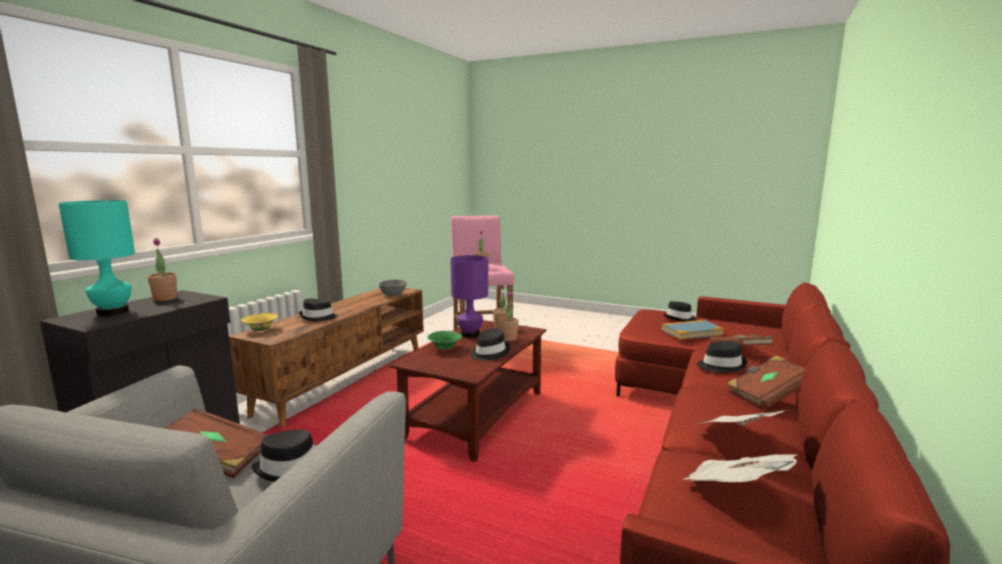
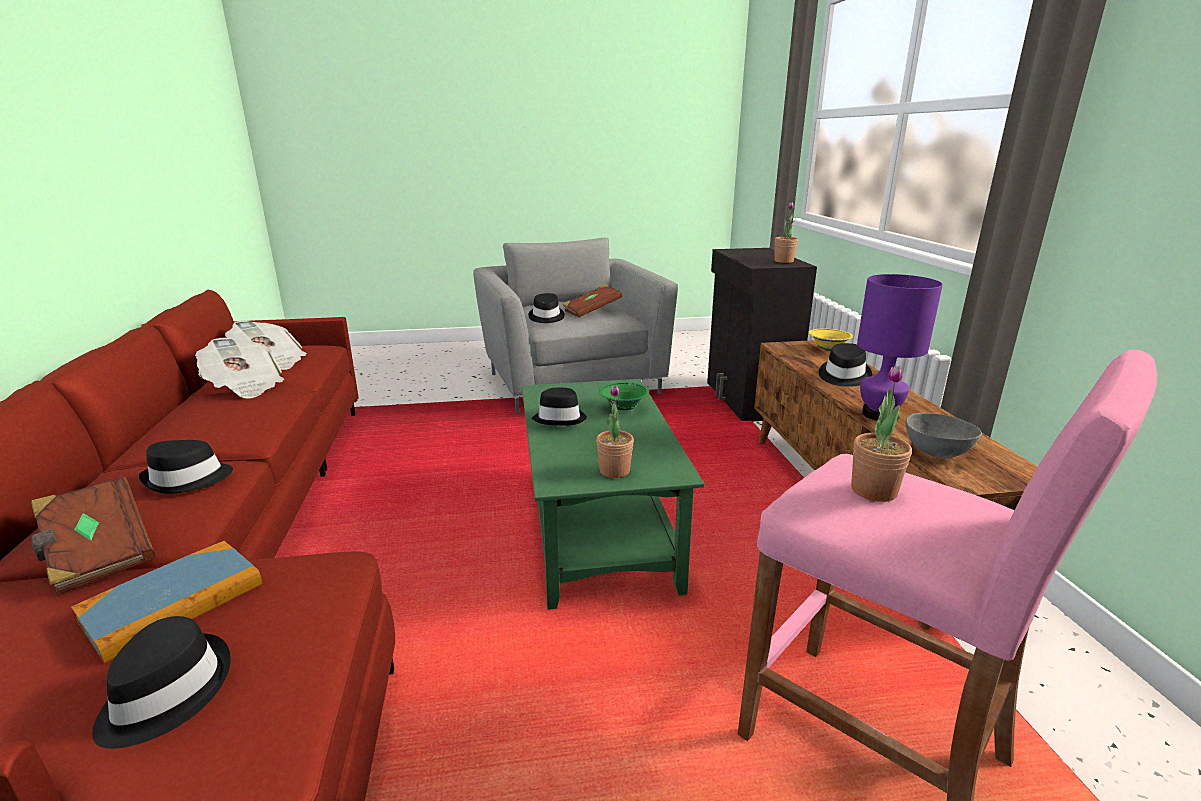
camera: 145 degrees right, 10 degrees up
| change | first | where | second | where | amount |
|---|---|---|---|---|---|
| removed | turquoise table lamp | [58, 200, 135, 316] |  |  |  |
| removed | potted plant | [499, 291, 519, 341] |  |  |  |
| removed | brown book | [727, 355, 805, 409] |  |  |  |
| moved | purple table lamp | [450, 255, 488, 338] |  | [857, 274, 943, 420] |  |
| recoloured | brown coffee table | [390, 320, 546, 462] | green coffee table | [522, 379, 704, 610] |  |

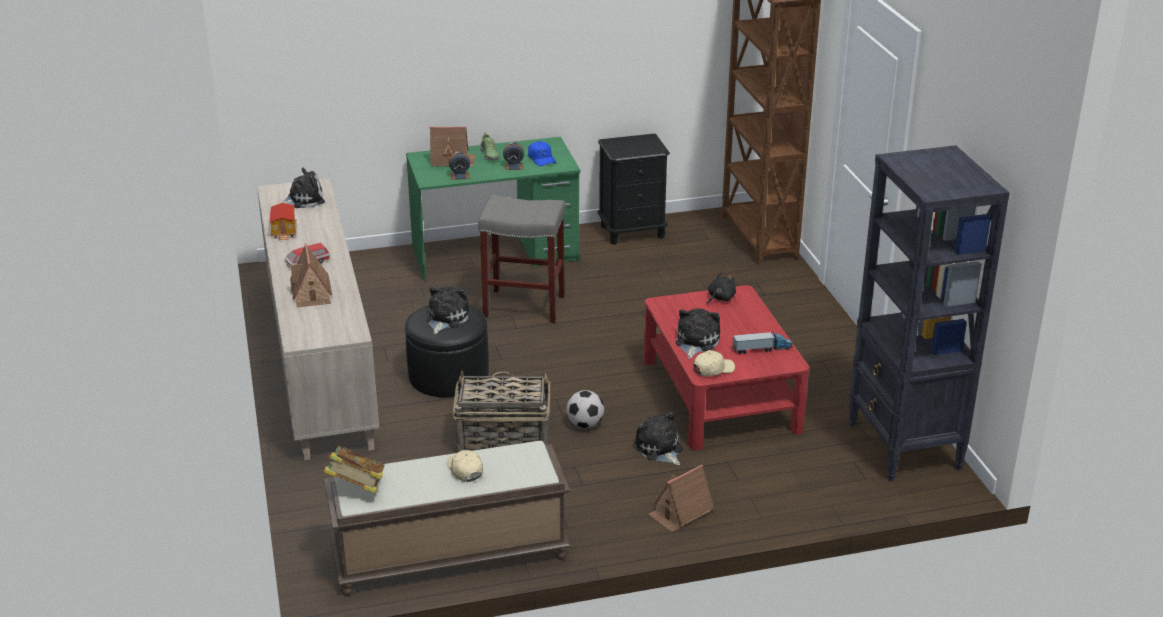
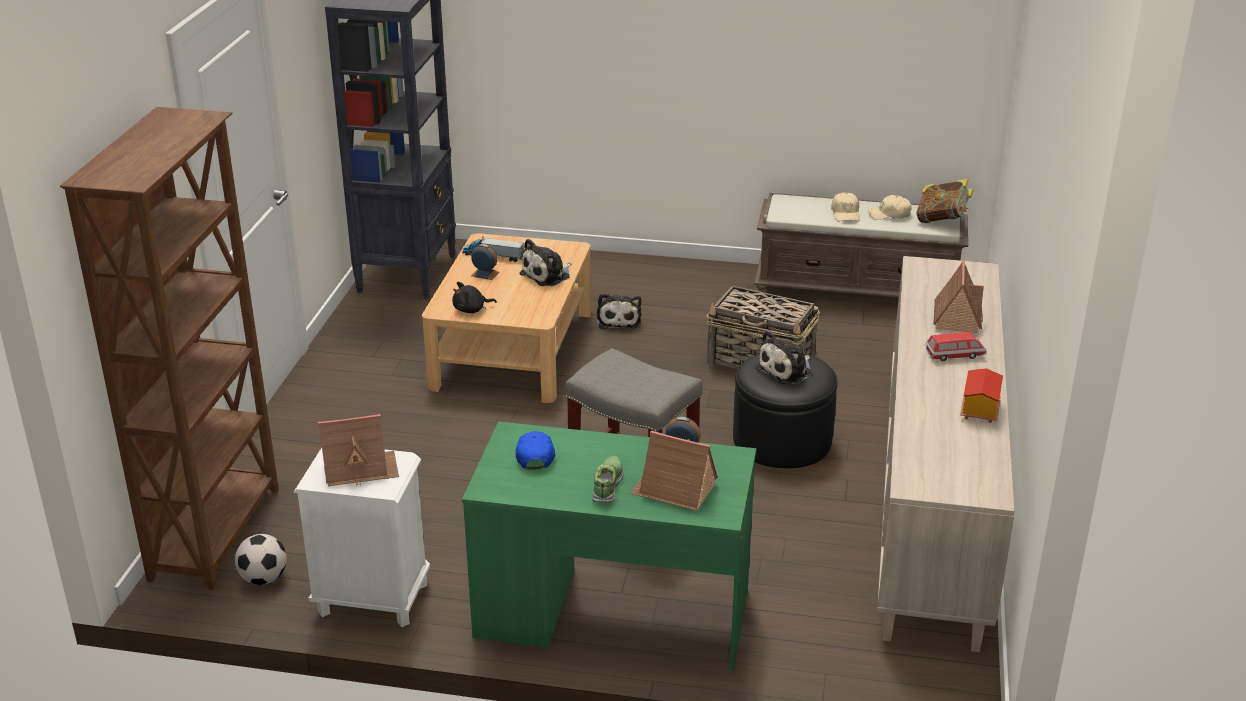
camera: 155 degrees left, 0 degrees up
| change | first | where | second | where | amount |
|---|---|---|---|---|---|
| removed | plush toy | [279, 168, 325, 208] |  |  |  |
| moved | alarm clock | [503, 142, 524, 170] |  | [471, 244, 499, 280] |  |
| moved | football | [566, 390, 604, 428] |  | [235, 534, 287, 585] |  |
| moved | toy house | [649, 465, 714, 532] |  | [318, 414, 399, 487] |  |
| moved | beige cap | [693, 350, 735, 376] |  | [868, 195, 912, 220] |  |
| recoloured | black nightstand | [598, 134, 670, 245] | white nightstand | [294, 448, 430, 627] |  |
| recoloured | red coffee table | [644, 285, 809, 450] | beige coffee table | [422, 233, 591, 403] |  |

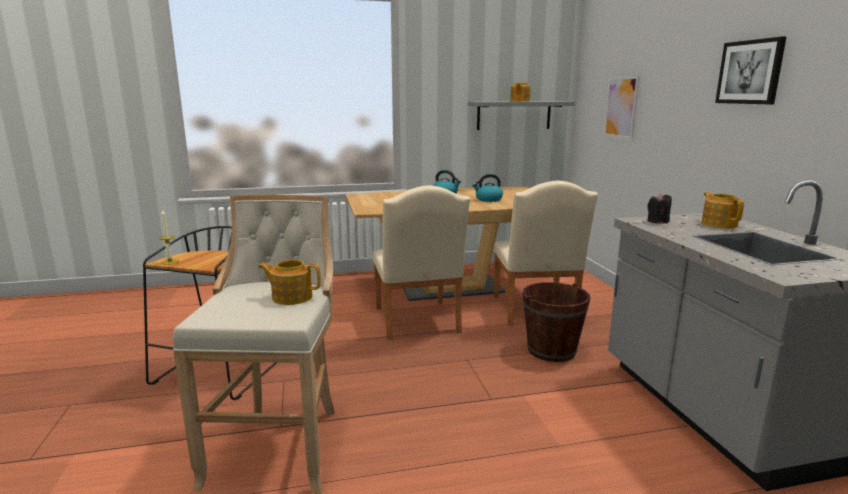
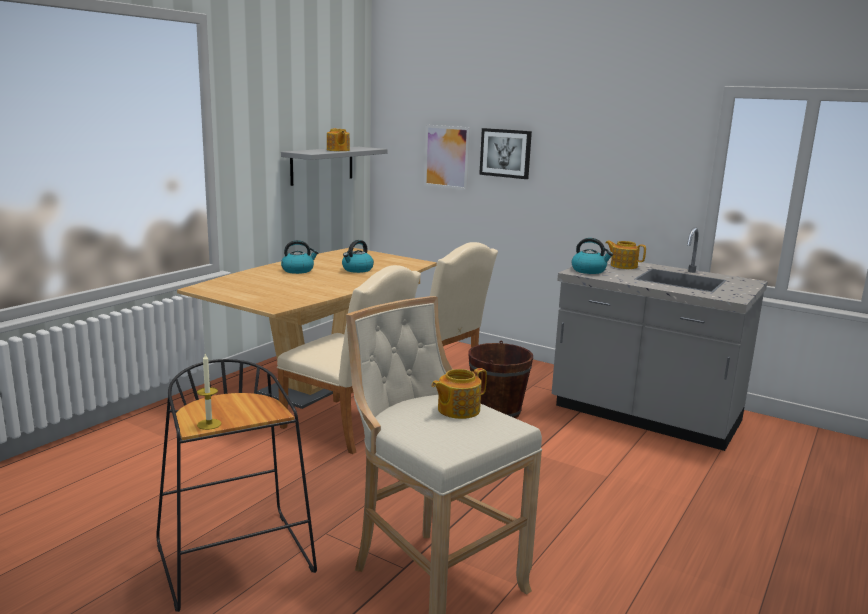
camera: 45 degrees left, 0 degrees up
| change | first | where | second | where | amount |
|---|---|---|---|---|---|
| moved | picture | [715, 37, 786, 104] |  | [479, 128, 532, 179] |  |
| replaced | black candle | [647, 193, 672, 224] | kettle | [571, 238, 613, 274] |  |

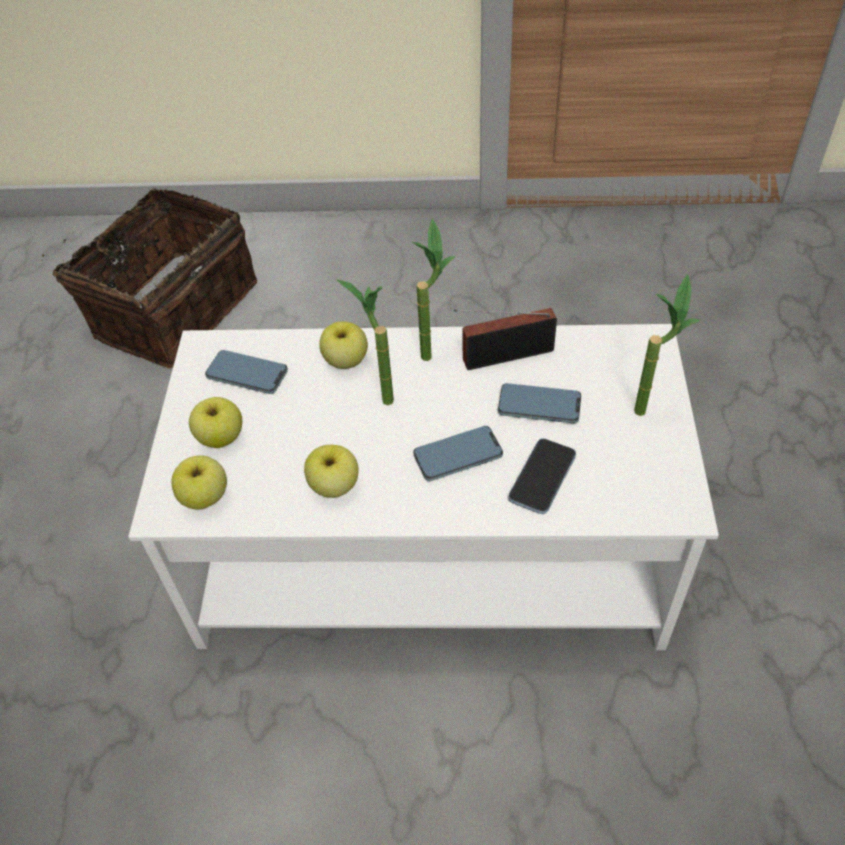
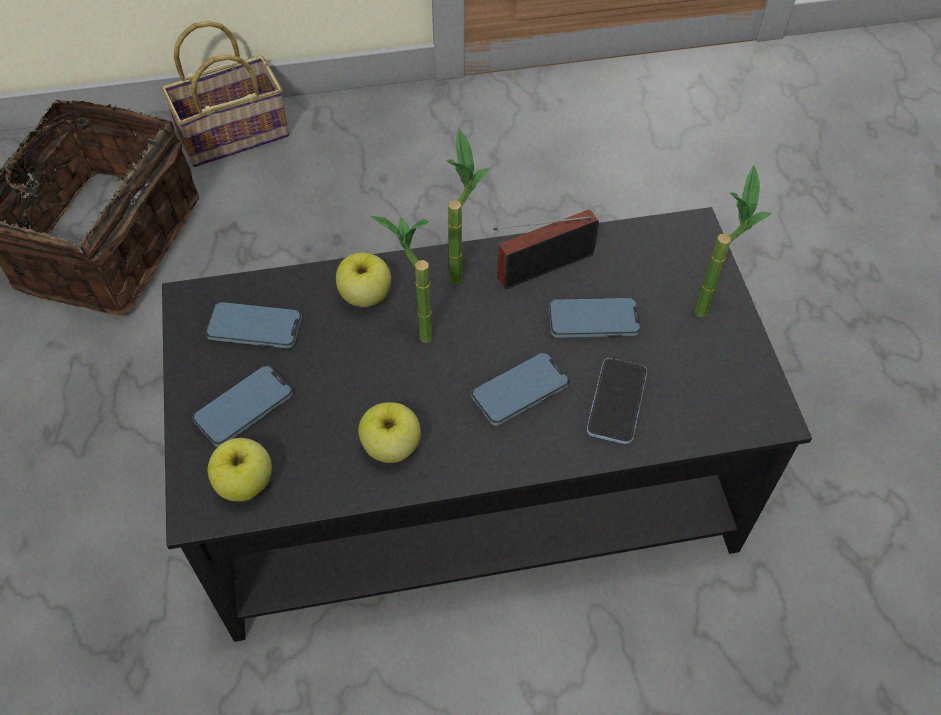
camera: 15 degrees left, 5 degrees up
| change | first | where | second | where | amount |
|---|---|---|---|---|---|
| added |  |  | basket | [161, 21, 289, 167] |  |
| replaced | apple | [189, 397, 242, 448] | phone | [193, 365, 293, 447] |  |
| recoloured | white coffee table | [128, 324, 719, 650] | black coffee table | [162, 207, 812, 642] |  |

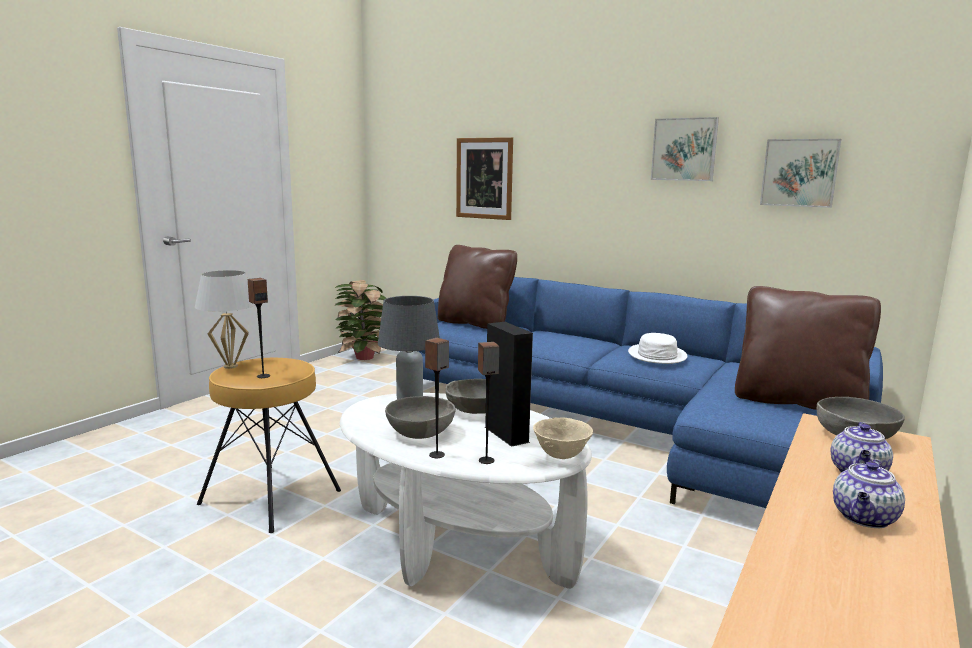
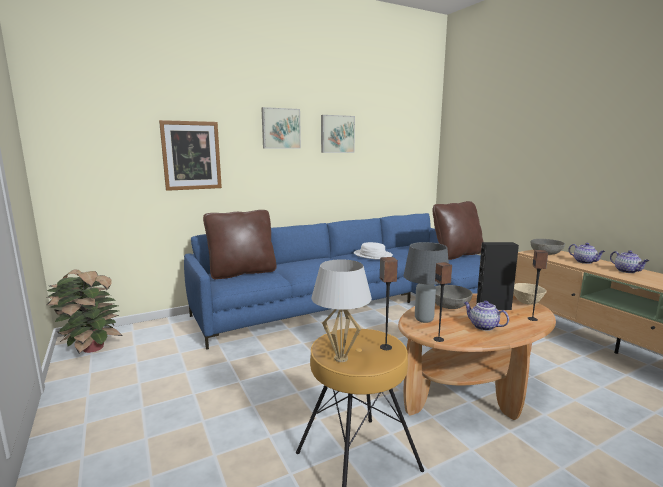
camera: 60 degrees left, 0 degrees up
| change | first | where | second | where | amount |
|---|---|---|---|---|---|
| moved | speaker | [425, 338, 449, 458] |  | [434, 262, 452, 342] |  |
| moved | picture | [760, 139, 841, 208] |  | [261, 107, 301, 149] |  |
| replaced | grey bowl | [385, 396, 456, 439] | teapot | [463, 301, 509, 331] |  |
| recoloured | white coffee table | [340, 393, 592, 589] | brown coffee table | [398, 293, 556, 420] |  |

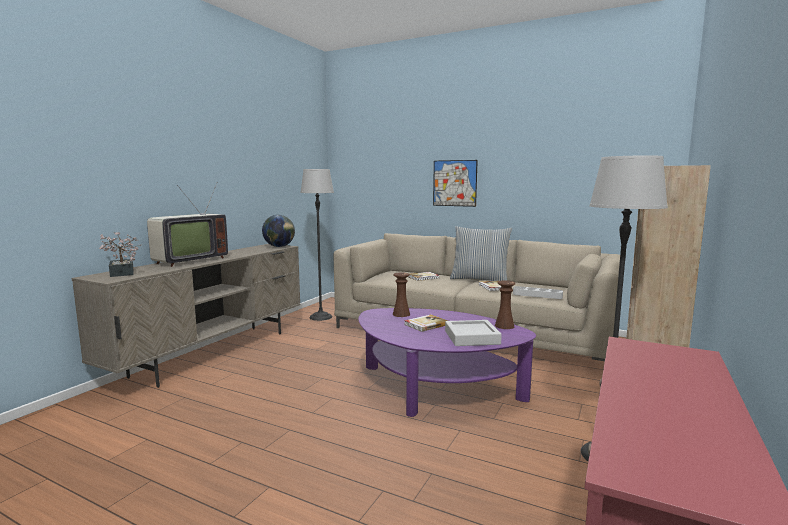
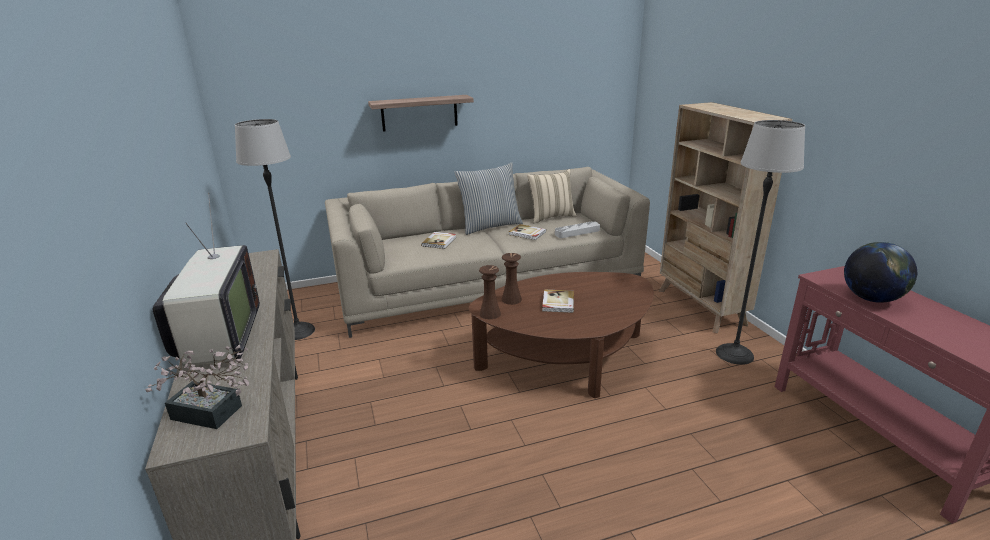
camera: 45 degrees left, 15 degrees up
| change | first | where | second | where | amount |
|---|---|---|---|---|---|
| removed | grey tray | [445, 320, 502, 346] |  |  |  |
| added |  |  | beige pillow | [527, 169, 577, 224] |  |
| moved | globe | [262, 215, 295, 247] |  | [844, 242, 917, 303] |  |
| moved | brown vase | [495, 280, 515, 329] |  | [479, 265, 501, 319] |  |
| replaced | picture | [433, 160, 478, 207] | shelf | [368, 95, 474, 132] |  |
| recoloured | purple coffee table | [358, 308, 536, 417] | brown coffee table | [469, 272, 654, 398] |  |

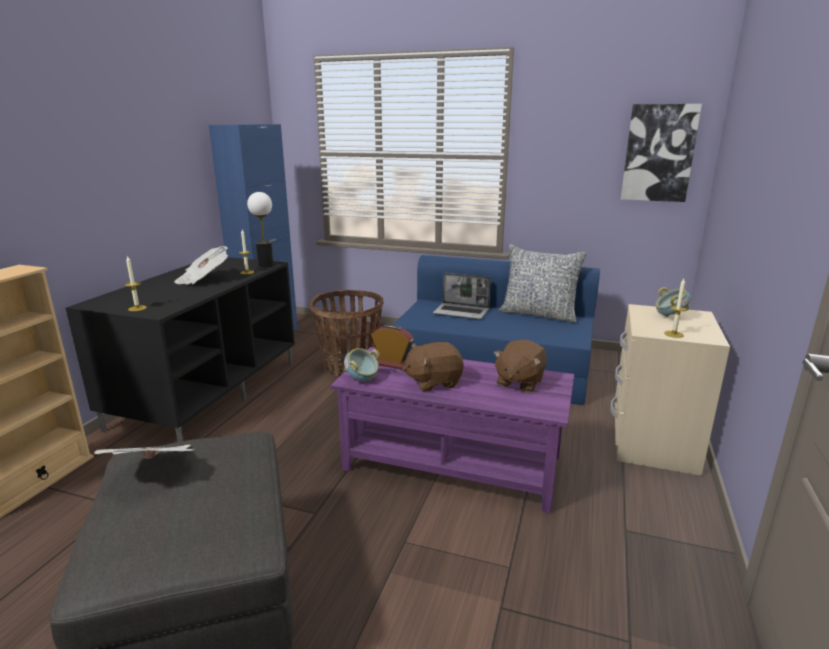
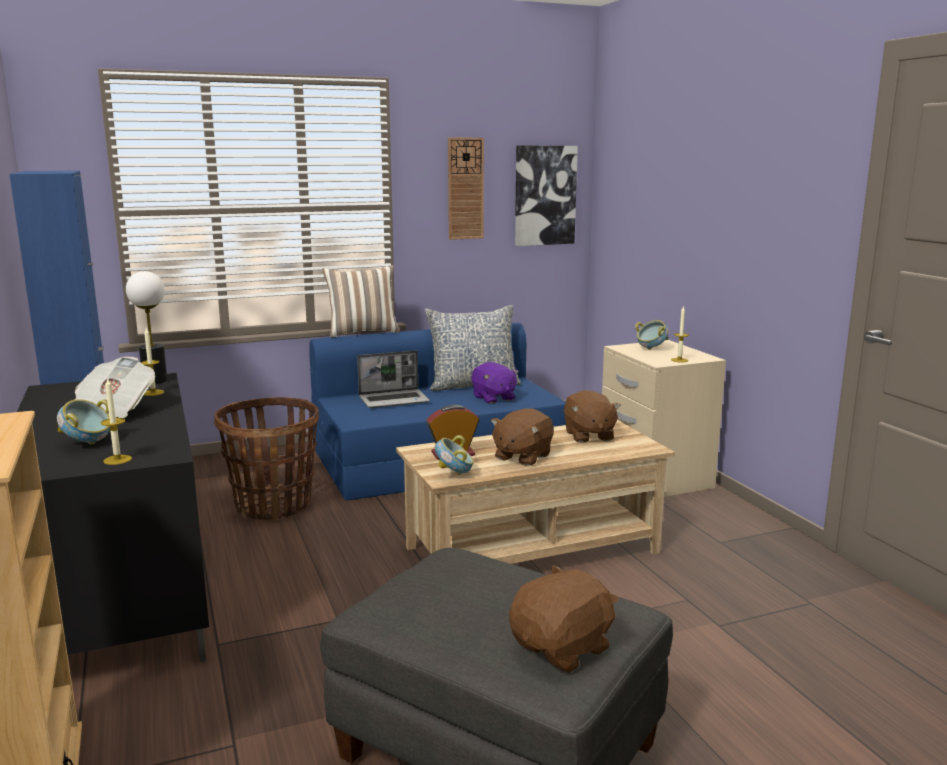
camera: 40 degrees left, 5 degrees down
| change | first | where | second | where | amount |
|---|---|---|---|---|---|
| removed | newspaper | [95, 445, 194, 459] |  |  |  |
| added |  |  | bowl | [57, 399, 110, 444] |  |
| added |  |  | pillow | [322, 265, 400, 337] |  |
| added |  |  | wall clock | [448, 137, 484, 240] |  |
| added |  |  | purple plush toy | [472, 362, 519, 404] |  |
| added |  |  | brown plush toy | [509, 565, 619, 672] |  |
| recoloured | purple coffee table | [330, 347, 574, 513] | beige coffee table | [396, 420, 675, 564] |  |

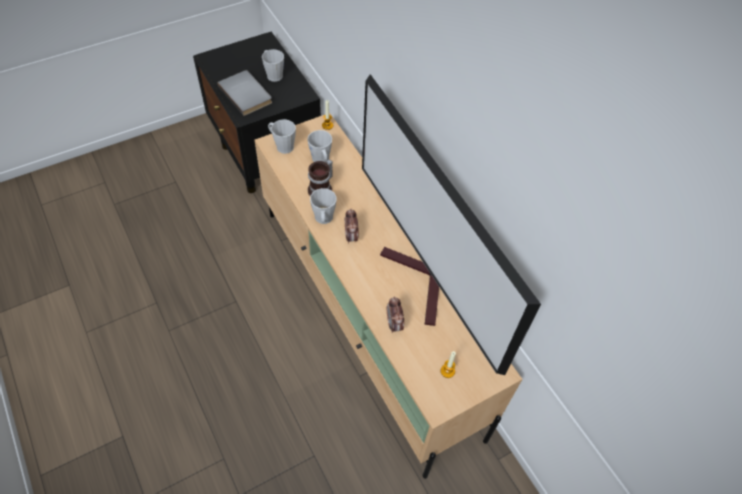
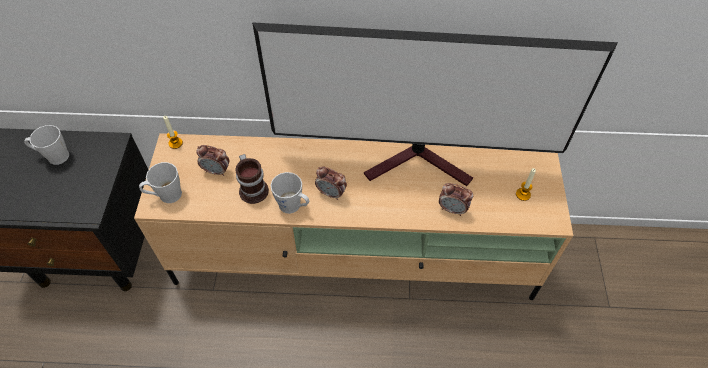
camera: 55 degrees left, 0 degrees up
| change | first | where | second | where | amount |
|---|---|---|---|---|---|
| removed | grey book | [217, 70, 272, 116] |  |  |  |
| replaced | grey mug | [307, 130, 332, 162] | alarm clock | [196, 145, 229, 176] |  |

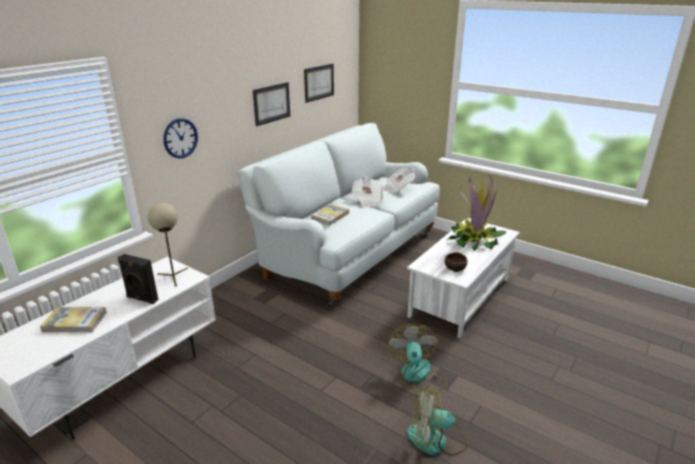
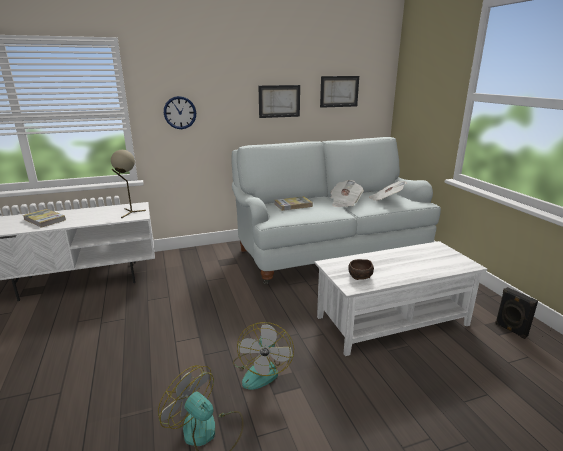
camera: 35 degrees right, 5 degrees down
| change | first | where | second | where | amount |
|---|---|---|---|---|---|
| removed | potted plant | [447, 176, 507, 251] |  |  |  |
| moved | black speaker | [118, 254, 158, 304] |  | [495, 287, 538, 339] |  |
| turned | fan | [388, 324, 448, 396] |  | [233, 322, 294, 390] | 150 degrees clockwise |

